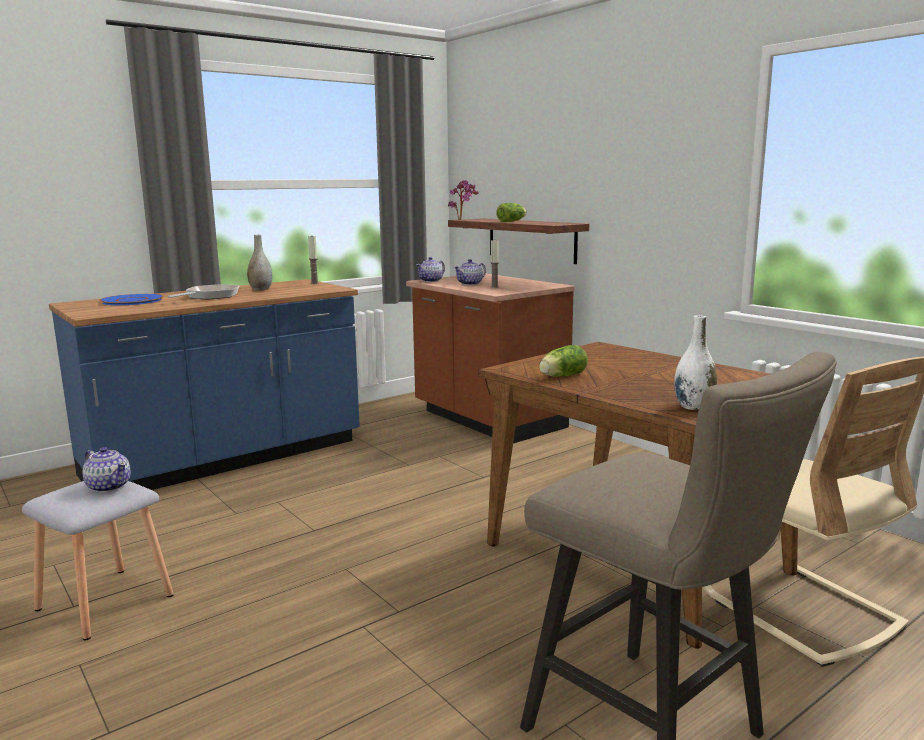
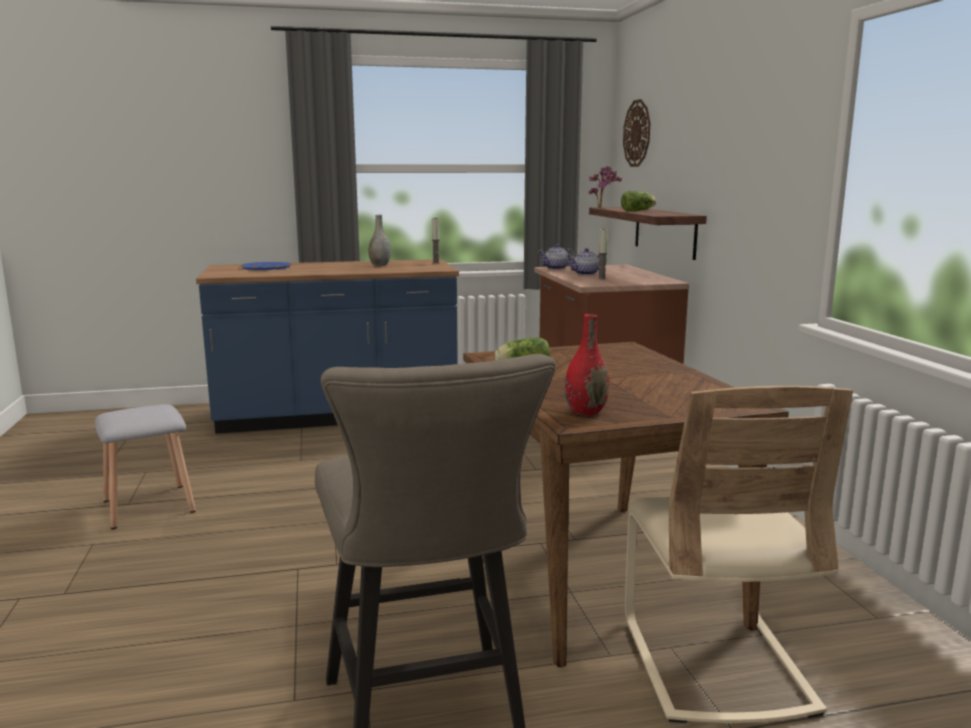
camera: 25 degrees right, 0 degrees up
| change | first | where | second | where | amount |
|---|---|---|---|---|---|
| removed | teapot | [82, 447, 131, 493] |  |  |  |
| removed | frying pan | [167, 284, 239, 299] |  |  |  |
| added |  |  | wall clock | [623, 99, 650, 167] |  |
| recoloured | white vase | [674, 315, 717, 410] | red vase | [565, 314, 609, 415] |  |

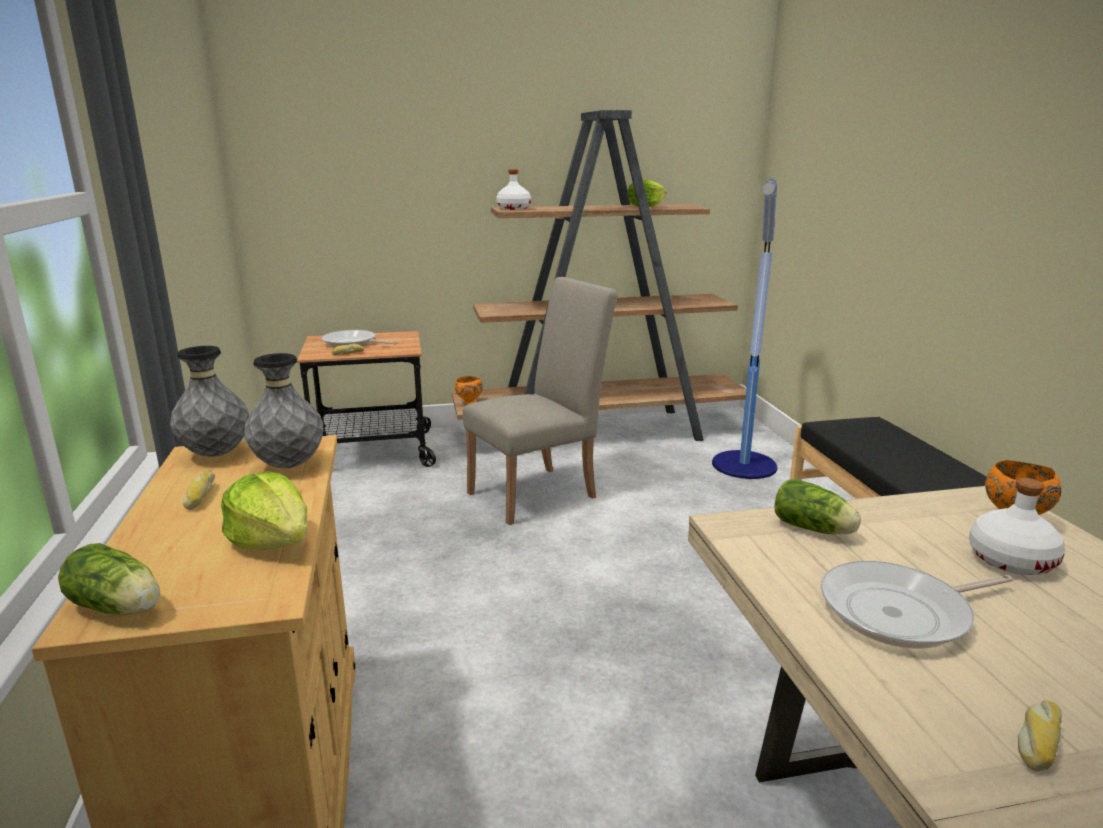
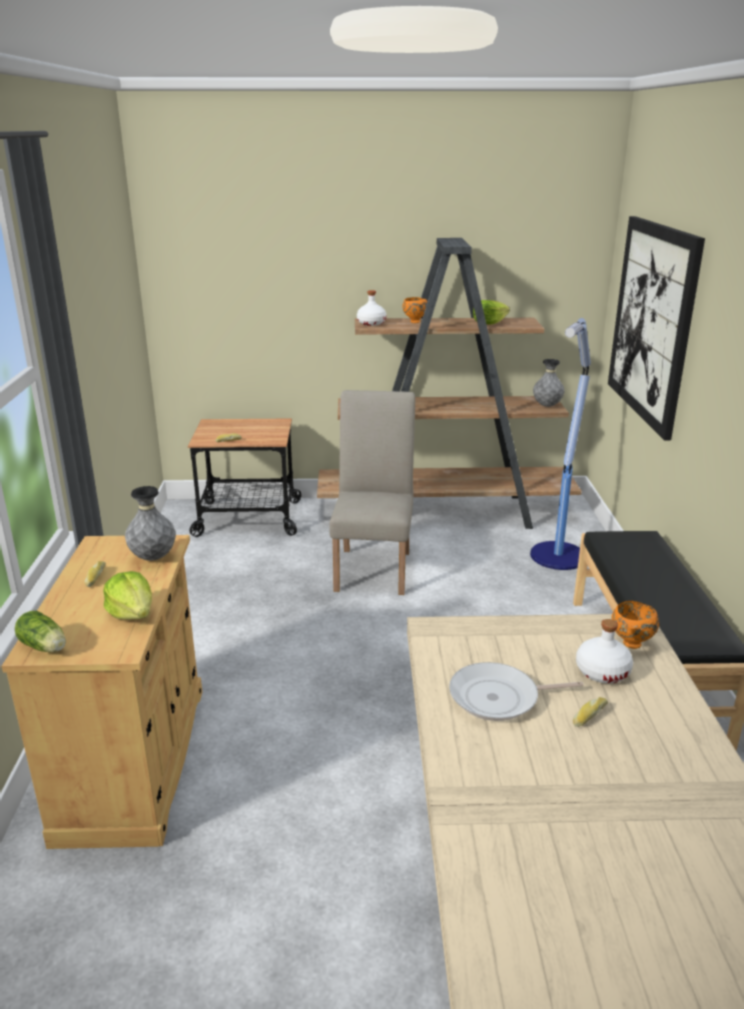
camera: 10 degrees right, 5 degrees up
| change | first | where | second | where | amount |
|---|---|---|---|---|---|
| removed | frying pan | [322, 330, 398, 347] |  |  |  |
| removed | lettuce | [775, 479, 861, 534] |  |  |  |
| added |  |  | picture | [608, 216, 705, 440] |  |
| moved | grey vase | [170, 346, 249, 457] |  | [533, 359, 564, 407] |  |
| moved | orange bowl | [454, 376, 483, 405] |  | [402, 297, 427, 323] |  |
| moved | bread | [1018, 700, 1061, 771] |  | [573, 697, 608, 727] |  |
| turned | beige chair | [463, 277, 618, 525] |  | [329, 390, 415, 595] | 60 degrees counterclockwise |

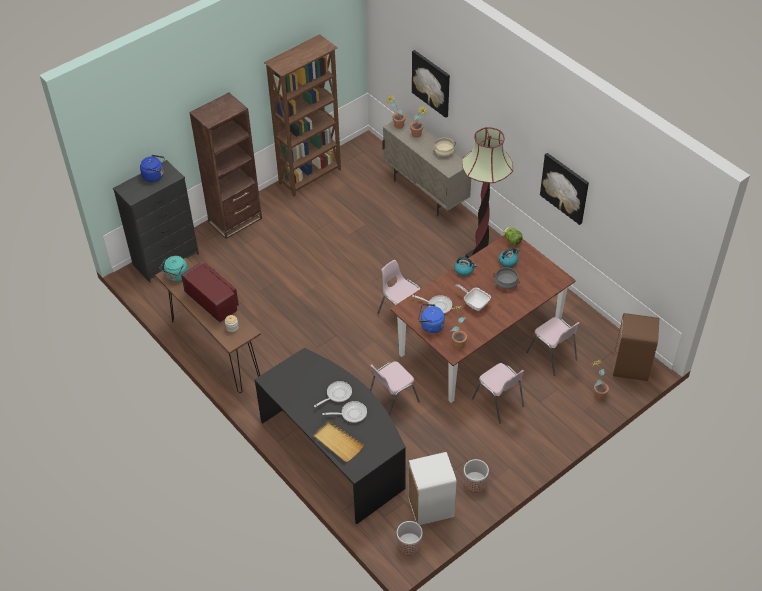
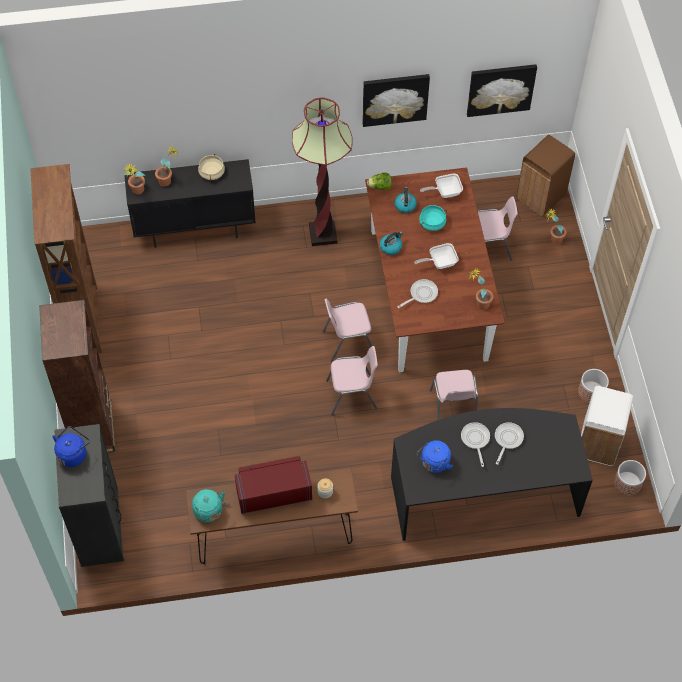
camera: 60 degrees left, 10 degrees up
| change | first | where | second | where | amount |
|---|---|---|---|---|---|
| removed | beige tray | [313, 421, 364, 462] |  |  |  |
| added |  |  | frying pan | [420, 173, 463, 198] |  |
| moved | picture | [412, 50, 450, 118] |  | [467, 64, 537, 117] |  |
| moved | blue kettle | [418, 304, 445, 333] |  | [417, 440, 453, 473] |  |
| moved | pink chair | [472, 363, 524, 424] |  | [326, 346, 378, 416] |  |
| recoloured | beige cabinet | [382, 114, 471, 217] | black cabinet | [124, 159, 256, 248] |  |
| recoloured | grey cooking pot | [493, 267, 520, 289] | turquoise cooking pot | [419, 205, 447, 231] |  |

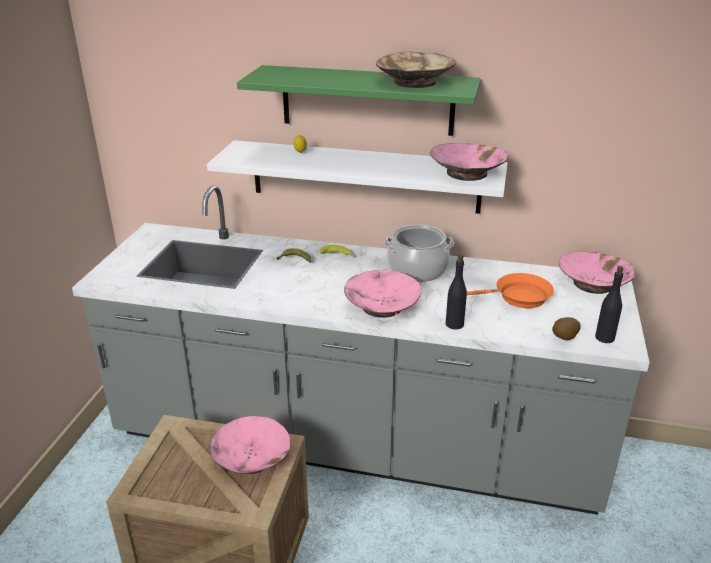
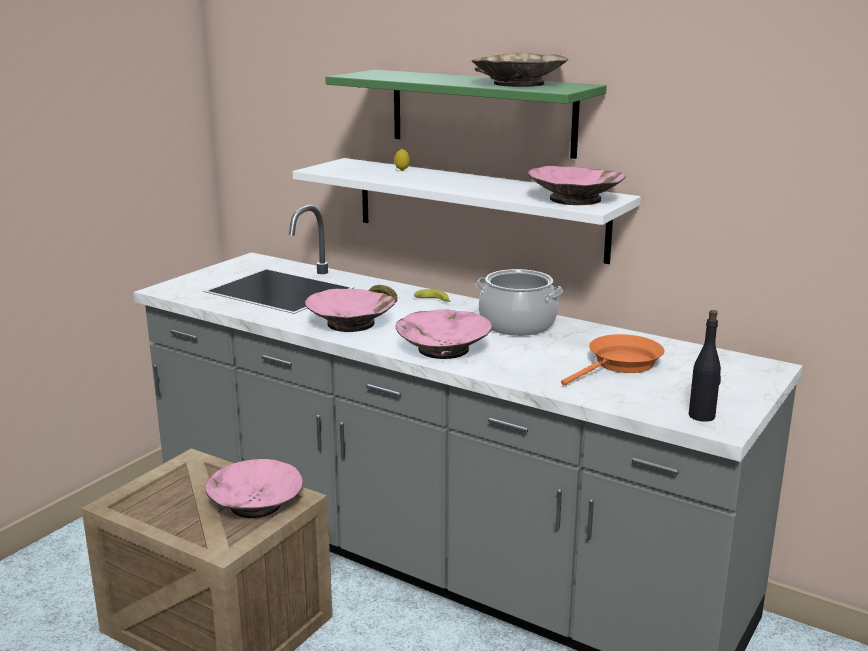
camera: 20 degrees right, 10 degrees down
| change | first | where | second | where | amount |
|---|---|---|---|---|---|
| removed | black bottle | [446, 254, 467, 330] |  |  |  |
| removed | potato | [552, 317, 581, 340] |  |  |  |
| moved | pink bowl | [559, 252, 635, 294] |  | [305, 289, 395, 332] |  |
| turned | orange frying pan | [467, 273, 554, 308] |  | [561, 334, 665, 386] | 60 degrees counterclockwise |

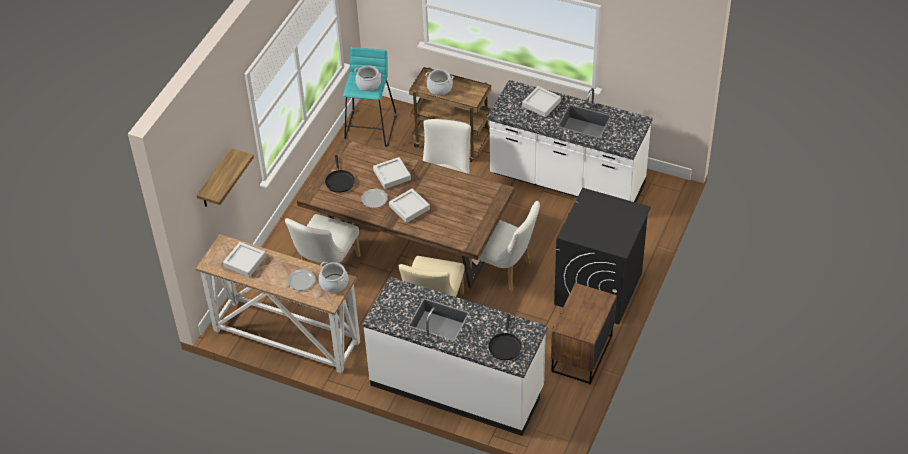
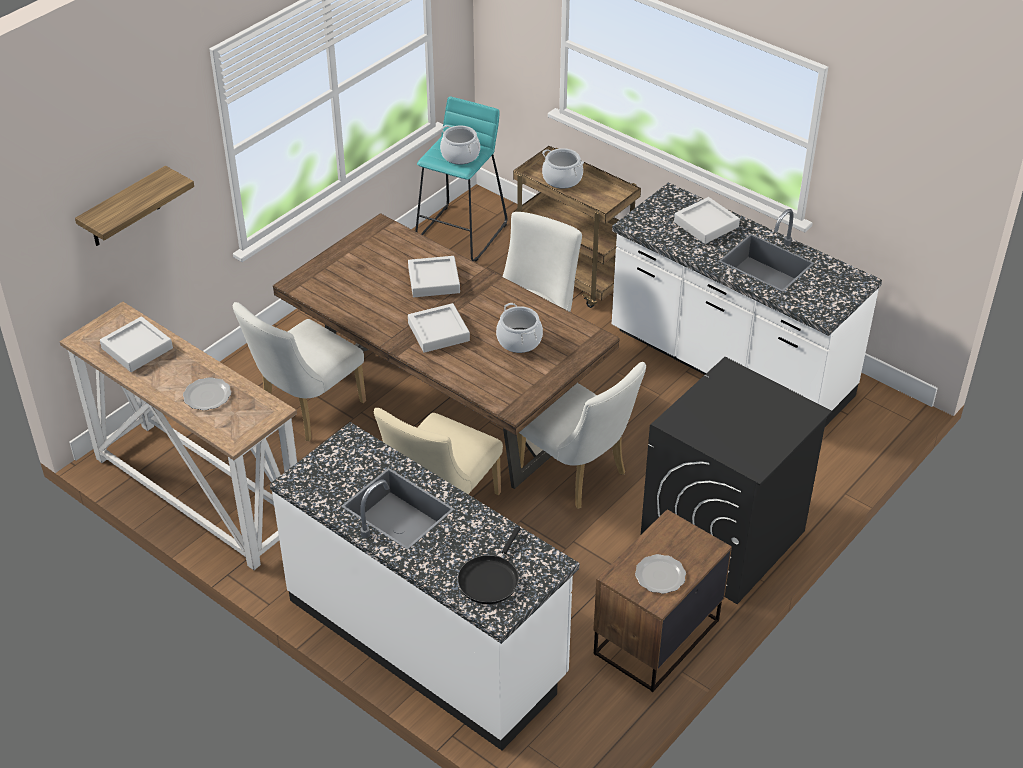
camera: 15 degrees right, 5 degrees down
| change | first | where | second | where | amount |
|---|---|---|---|---|---|
| removed | black frying pan | [325, 155, 355, 193] |  |  |  |
| moved | cooking pot | [319, 262, 348, 293] |  | [496, 303, 543, 353] |  |
| moved | plate | [361, 189, 388, 208] |  | [635, 554, 686, 594] |  |

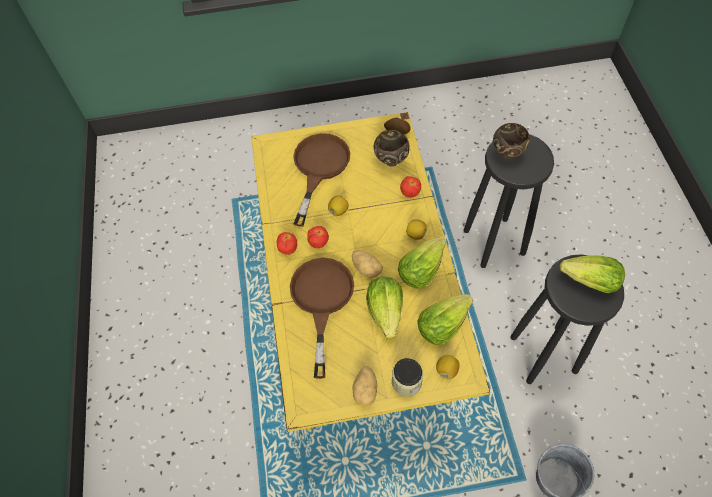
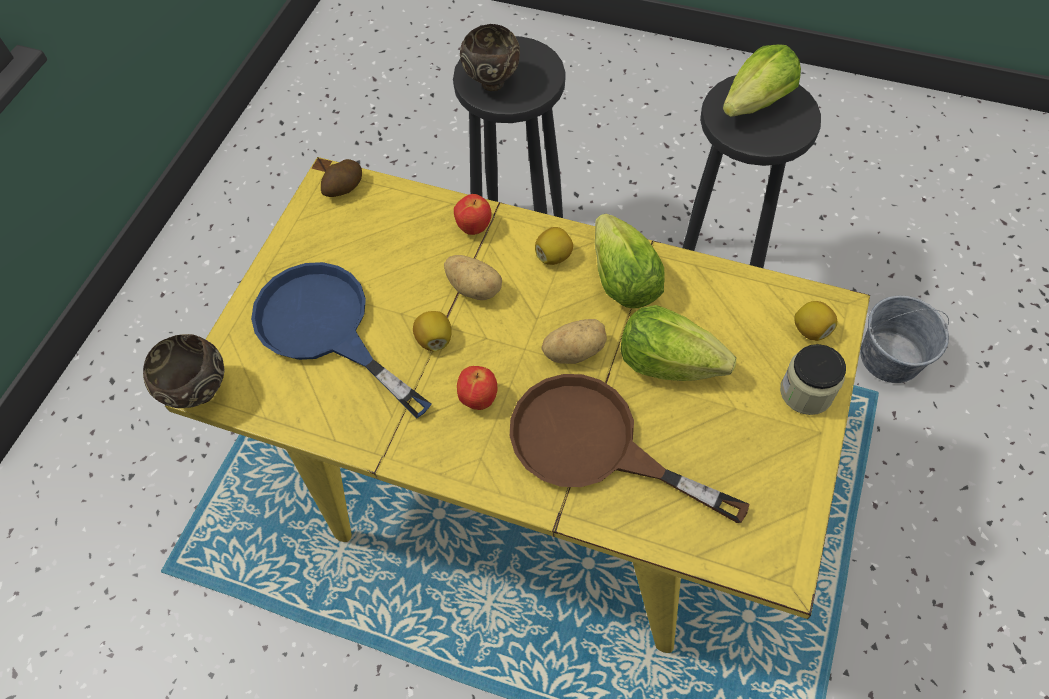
camera: 60 degrees left, 0 degrees up
| change | first | where | second | where | amount |
|---|---|---|---|---|---|
| removed | apple | [277, 232, 297, 255] |  |  |  |
| removed | lettuce | [417, 294, 473, 345] |  |  |  |
| moved | potato | [352, 366, 377, 406] |  | [444, 255, 502, 300] |  |
| moved | brown bowl | [374, 129, 410, 167] |  | [143, 334, 224, 408] |  |
| recoloured | brown frying pan | [293, 133, 350, 227] | blue frying pan | [251, 262, 432, 418] |  |

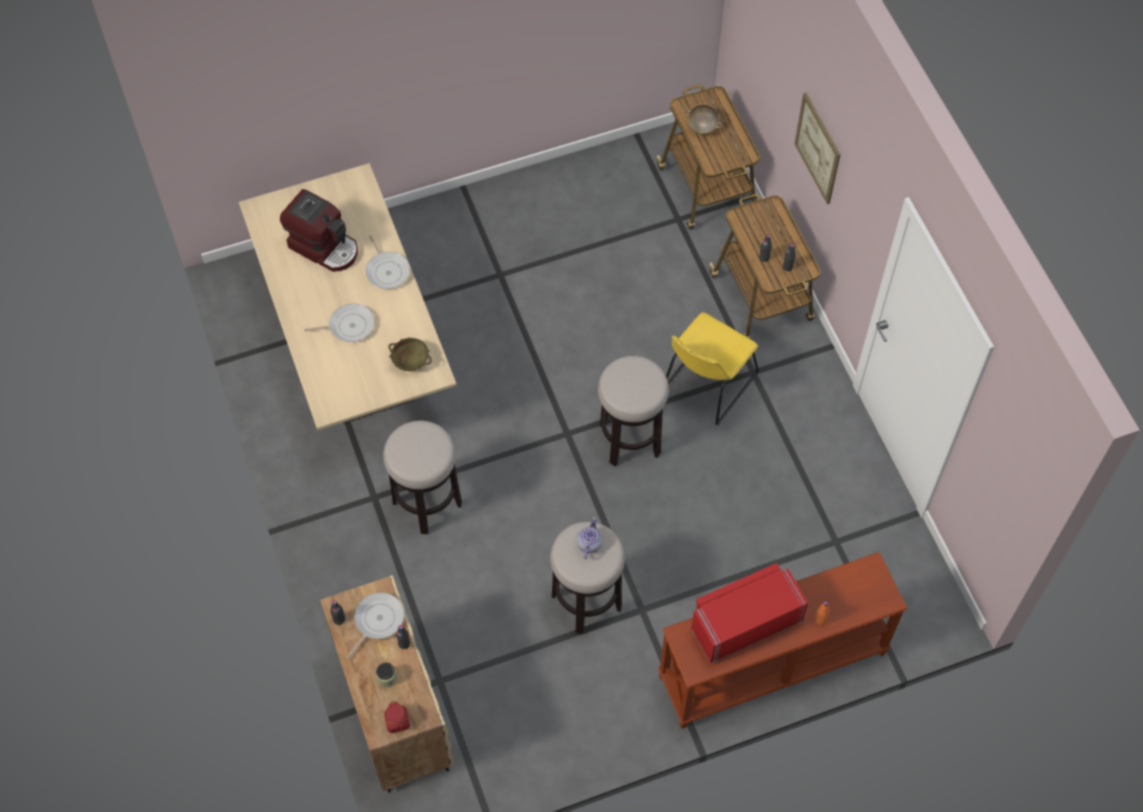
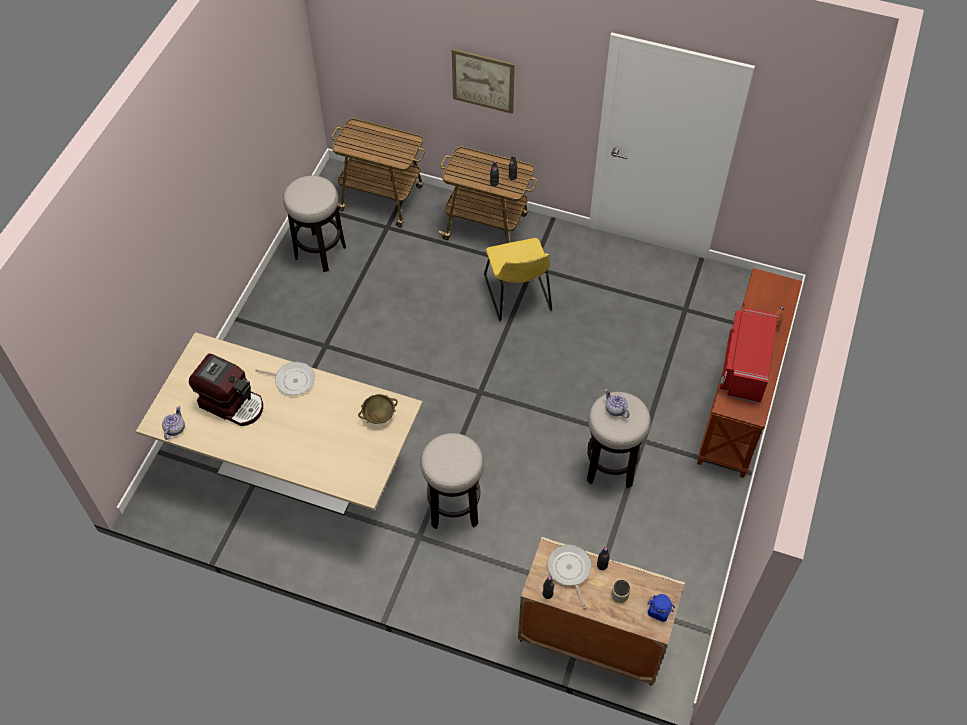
camera: 50 degrees left, 5 degrees down
| change | first | where | second | where | amount |
|---|---|---|---|---|---|
| removed | frying pan | [304, 304, 375, 342] |  |  |  |
| removed | beige bowl | [684, 105, 722, 135] |  |  |  |
| added |  |  | teapot | [162, 406, 185, 440] |  |
| moved | stool | [598, 356, 669, 466] |  | [283, 176, 346, 272] |  |
| recoloured | red jar | [384, 701, 410, 733] | blue jar | [648, 594, 675, 622] |  |
| turned | coffee machine | [280, 189, 358, 272] |  | [189, 353, 263, 426] | 45 degrees clockwise |

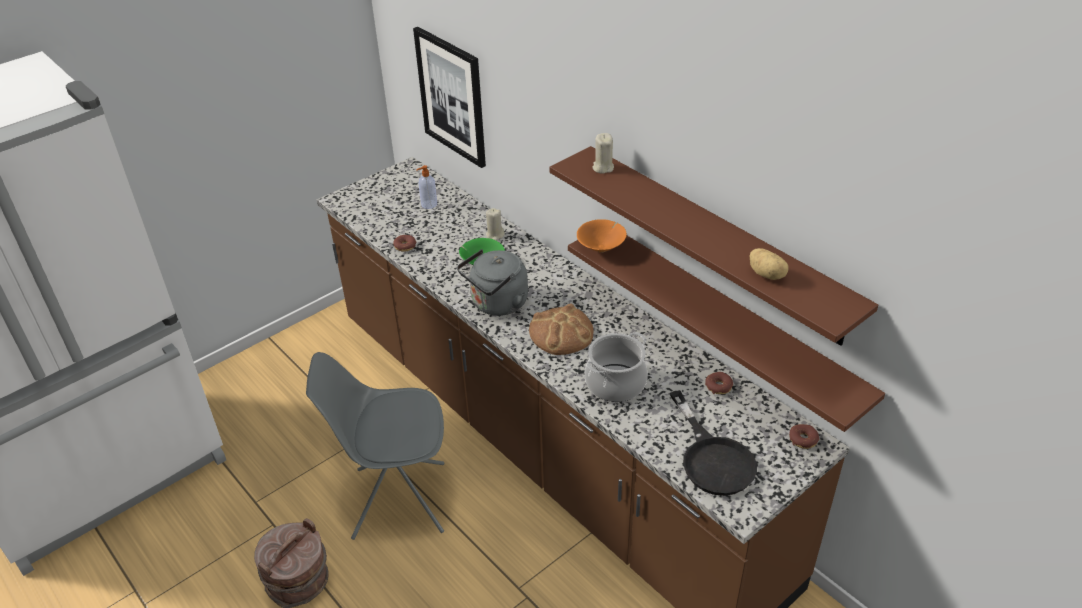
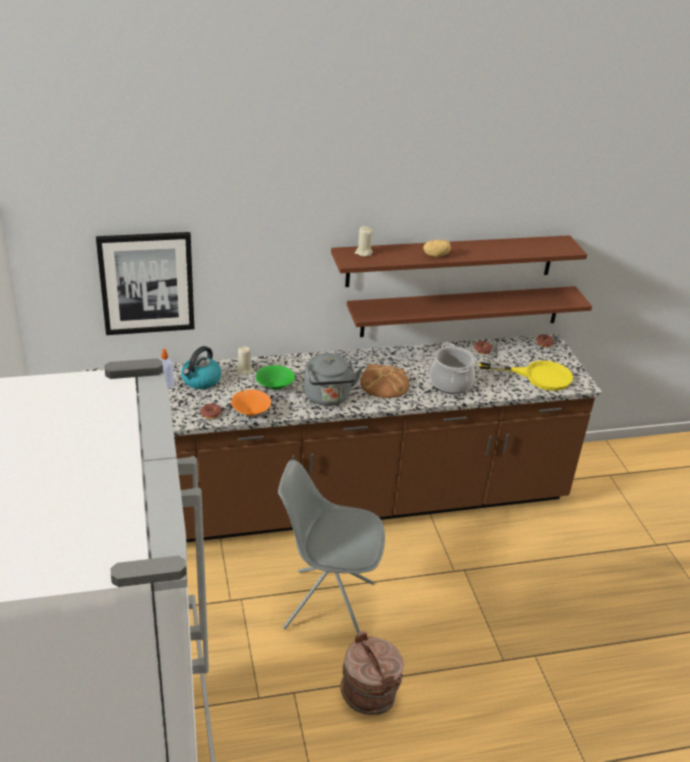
camera: 65 degrees left, 5 degrees down
| change | first | where | second | where | amount |
|---|---|---|---|---|---|
| added |  |  | kettle | [181, 346, 221, 389] |  |
| moved | orange bowl | [577, 219, 627, 253] |  | [231, 389, 271, 416] |  |
| moved | potato | [750, 248, 789, 280] |  | [423, 240, 451, 257] |  |
| recoloured | black frying pan | [670, 390, 757, 496] | yellow frying pan | [479, 360, 573, 391] |  |
| turned | grey chair | [306, 352, 445, 540] |  | [278, 460, 385, 634] | 75 degrees clockwise |

